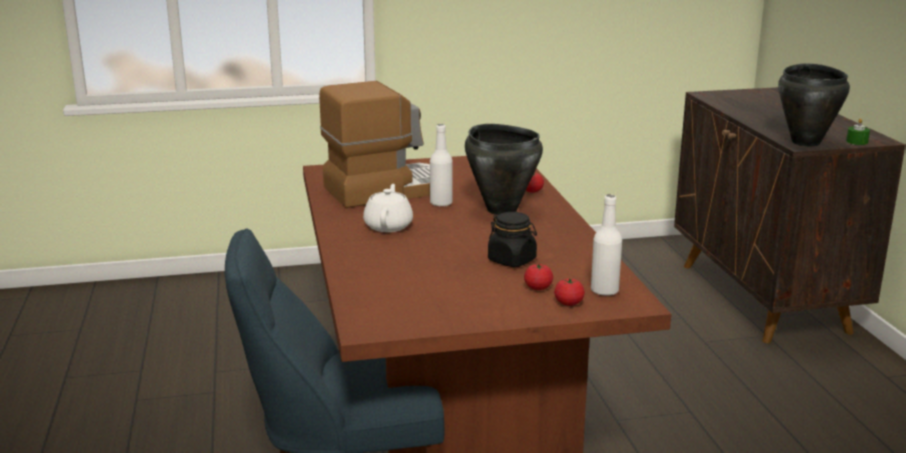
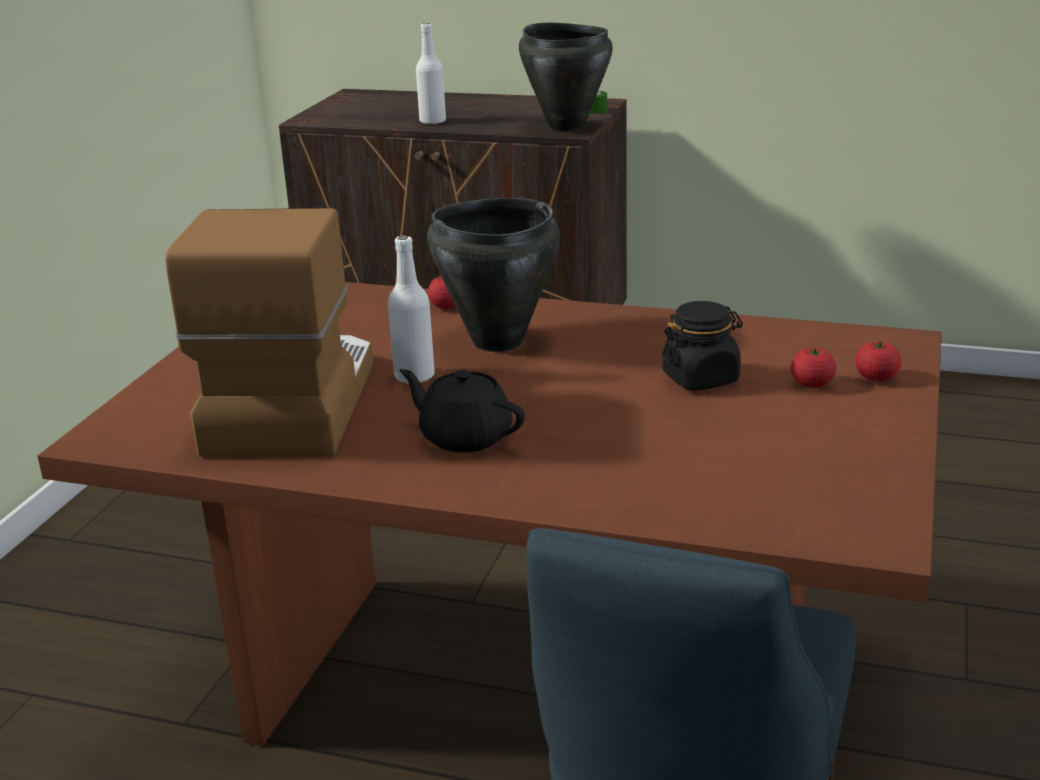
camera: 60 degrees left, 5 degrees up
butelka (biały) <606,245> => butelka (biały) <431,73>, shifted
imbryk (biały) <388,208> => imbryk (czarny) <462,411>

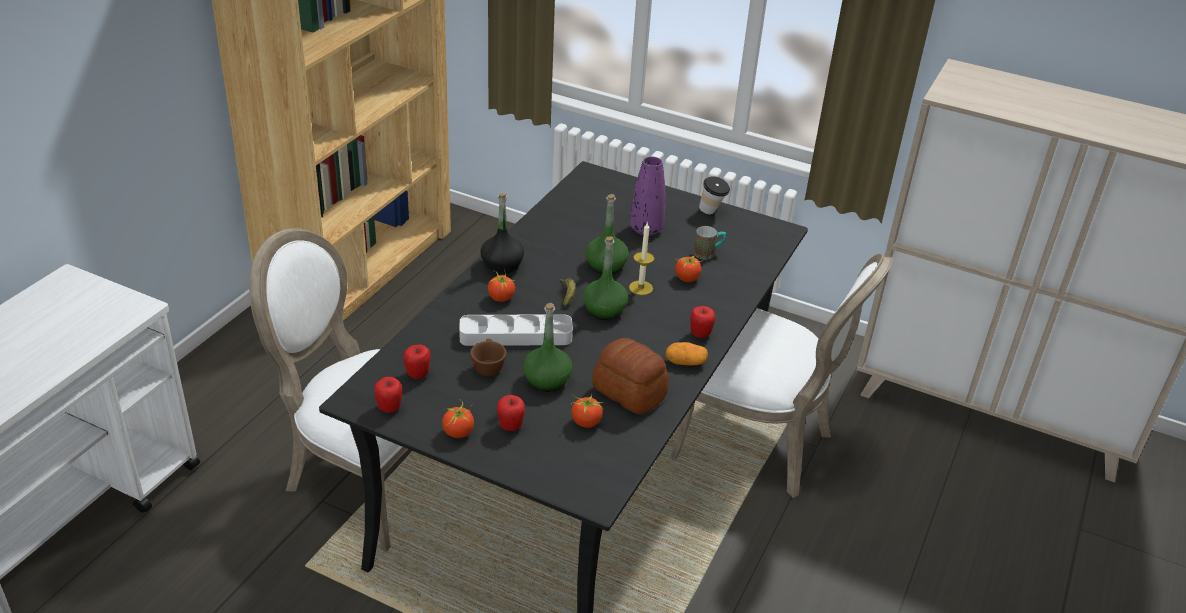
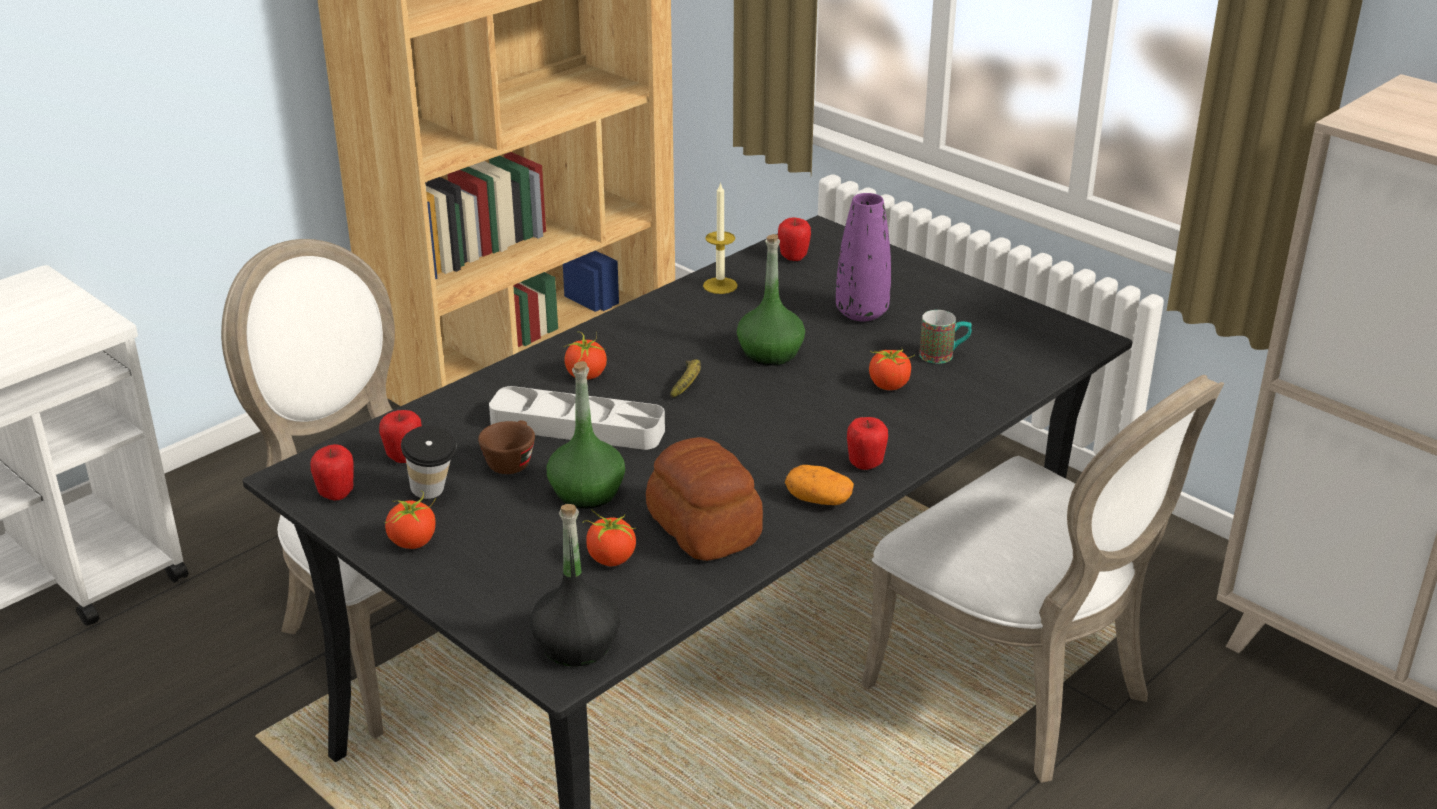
camera: 20 degrees right, 5 degrees down
butelka (zielony) <605,278> => nothing
butelka (czarny) <502,233> => butelka (czarny) <575,585>, shifted
jabłko <511,413> => jabłko <794,239>, shifted
świeca <641,259> => świeca <720,238>, shifted
filiżanka <714,195> => filiżanka <429,462>, shifted

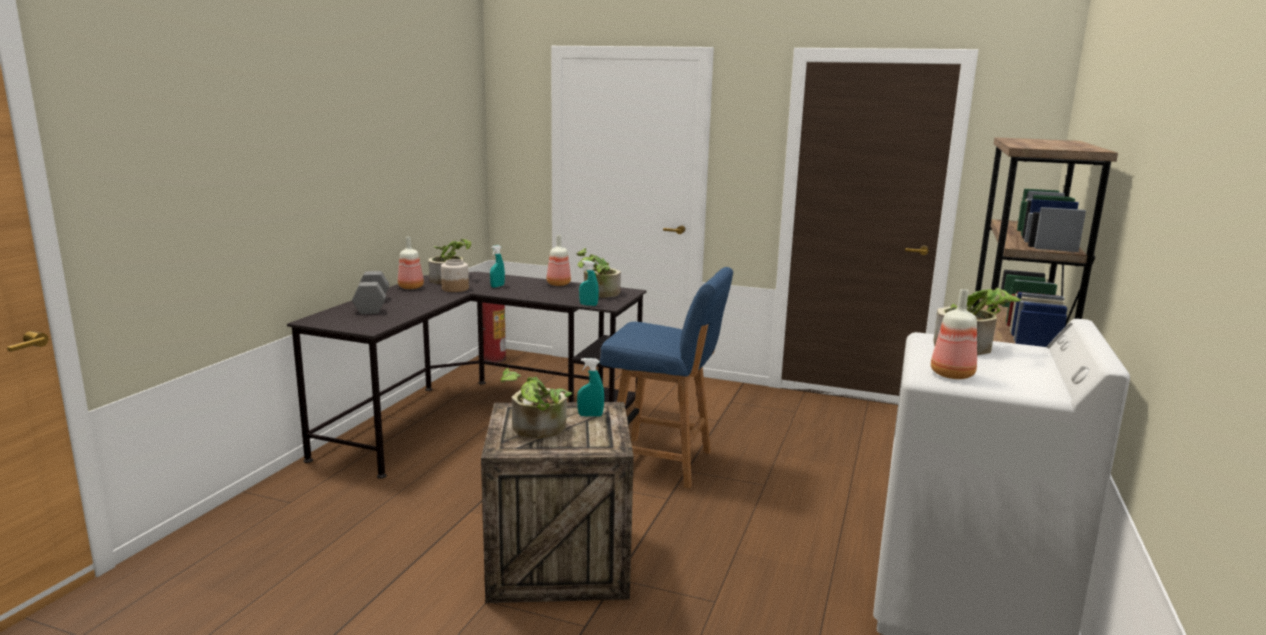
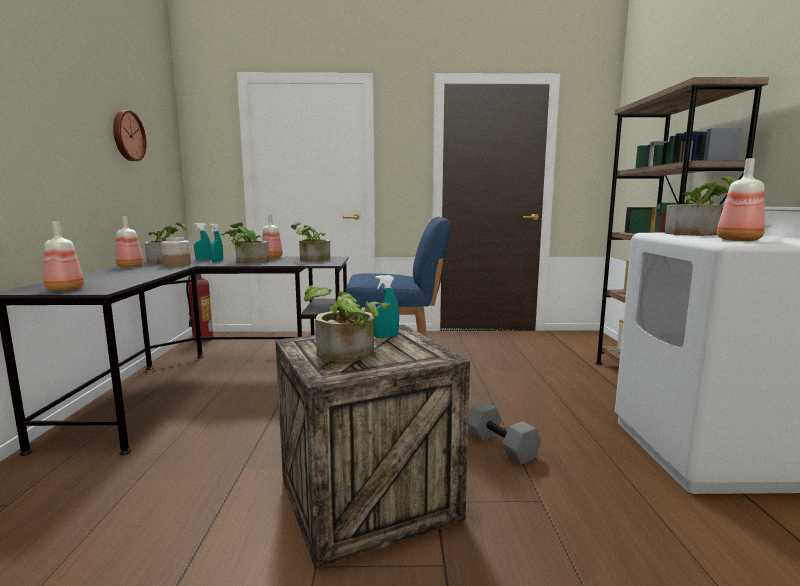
camera: 20 degrees left, 5 degrees down
nothing => butelka <63,256>
nothing => zegar ścienny <130,135>
nothing => roślina doniczkowa <244,243>
hantel (szary) <371,292> => hantel (szary) <504,433>, shifted
spryskiwacz (turkusowy) <589,283> => spryskiwacz (turkusowy) <202,241>, shifted

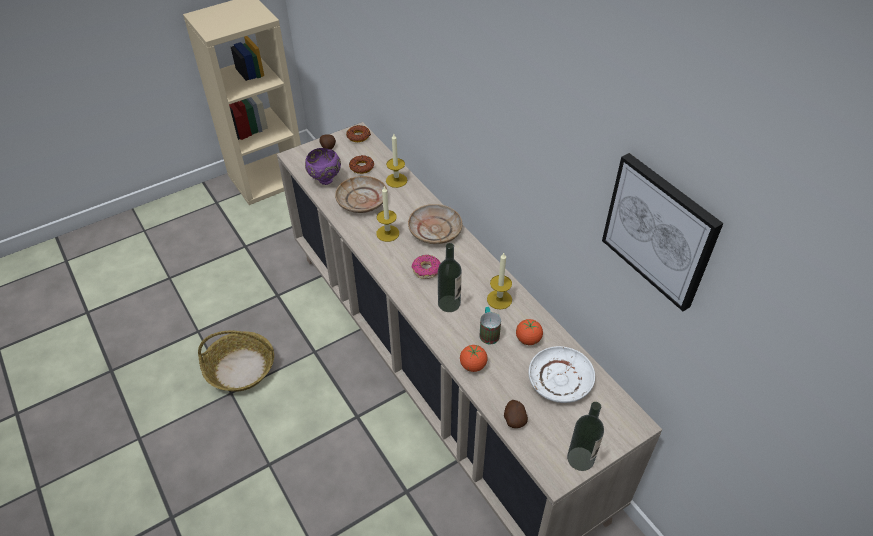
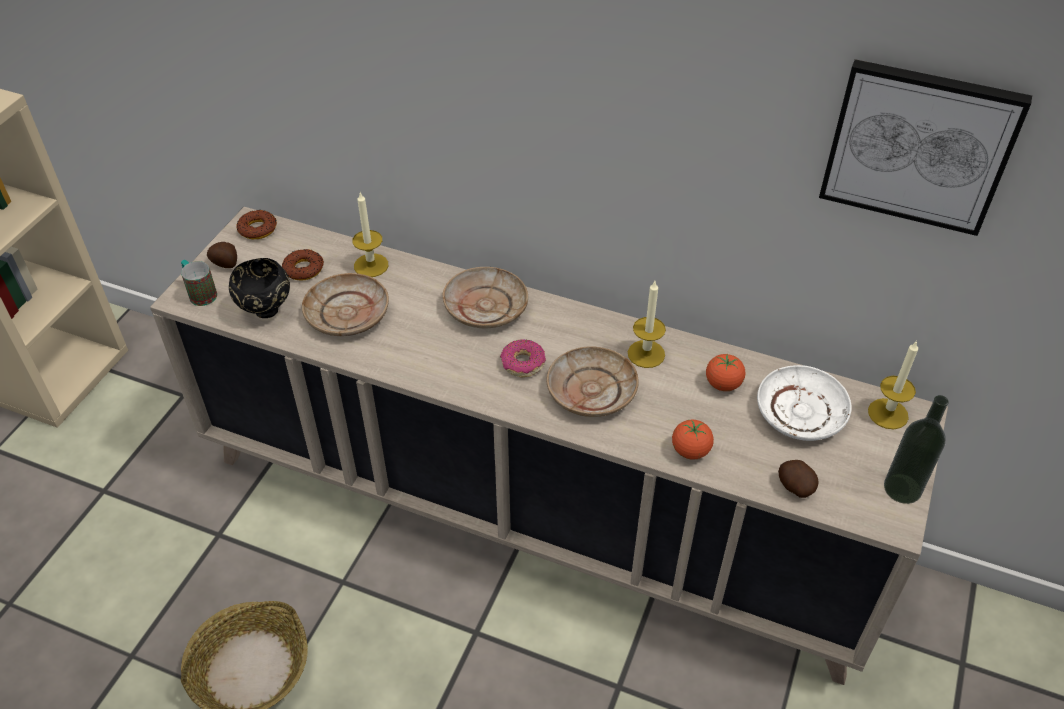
camera: 35 degrees left, 0 degrees up
świeca <387,214> => świeca <893,385>, shifted
kubek <490,325> => kubek <199,283>, shifted
butelka <450,277> => talerz (beżowy) <593,381>
miska (fioletowy) <323,166> => miska (czarny) <259,288>

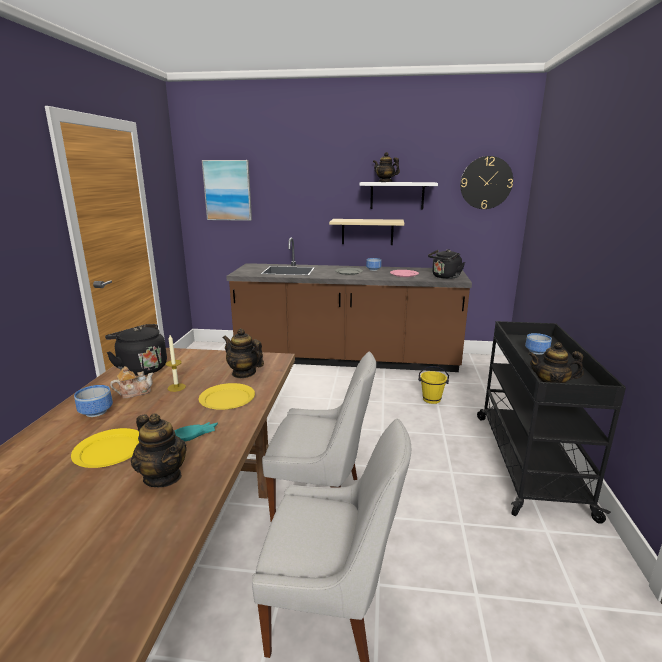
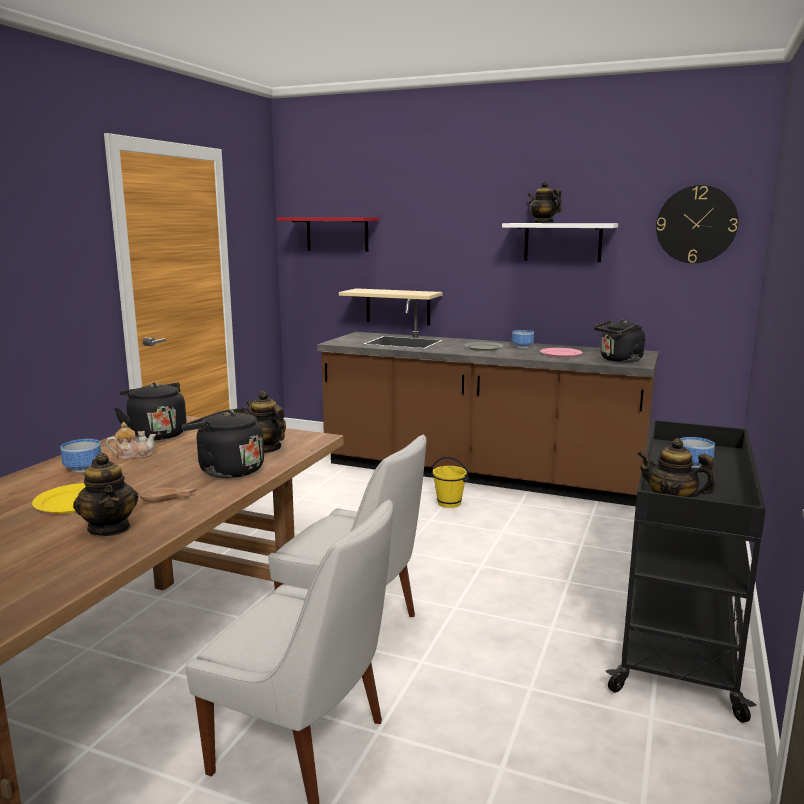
camera: 15 degrees right, 5 degrees down
świeca <176,363> => nothing
półka (beżowy) <366,232> => półka (beżowy) <390,307>, shifted
wiadro (żółty) <433,385> => wiadro (żółty) <450,482>, shifted
talerz (żółty) <227,396> => czajnik (czarny) <223,443>
obraz <227,190> => półka (czerwony) <328,234>
miska (turkusowy) <196,431> => miska (brązowy) <168,495>

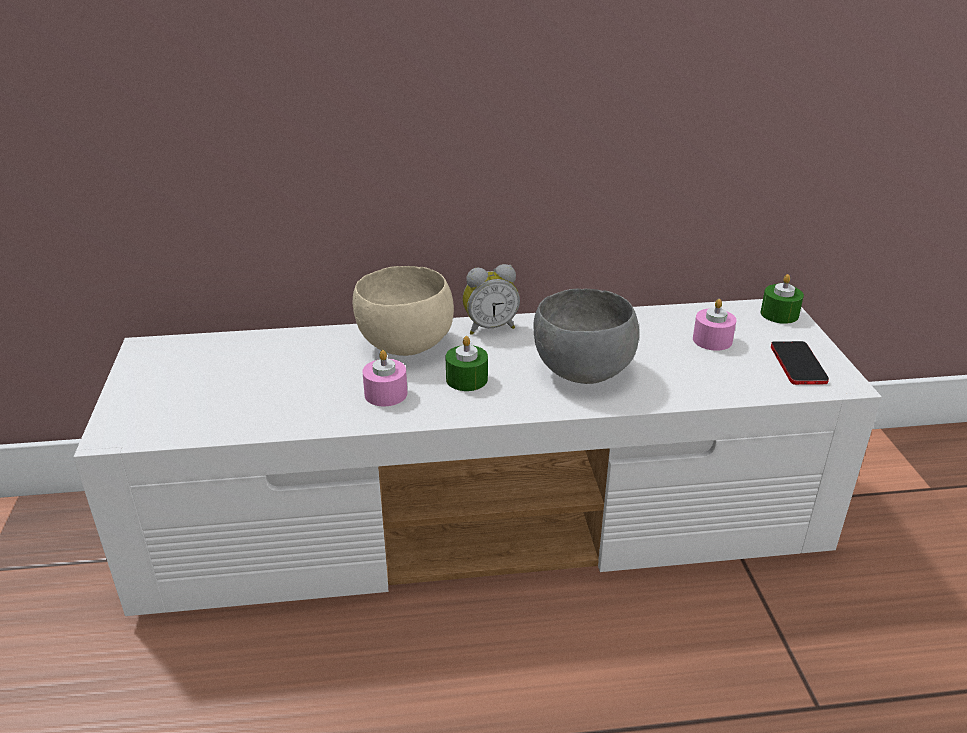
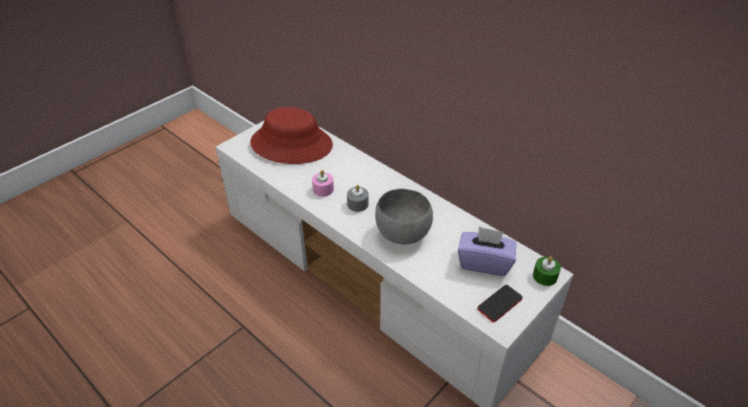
camera: 50 degrees right, 10 degrees up
miska (beżowy) <403,311> => nothing
budzik <491,299> => nothing
nothing => kapelusz (czerwony) <291,135>
świeca (różowy) <714,325> => pudełko chusteczek (fioletowy) <487,251>
świeca (zielony) <466,363> => świeca (szary) <358,198>

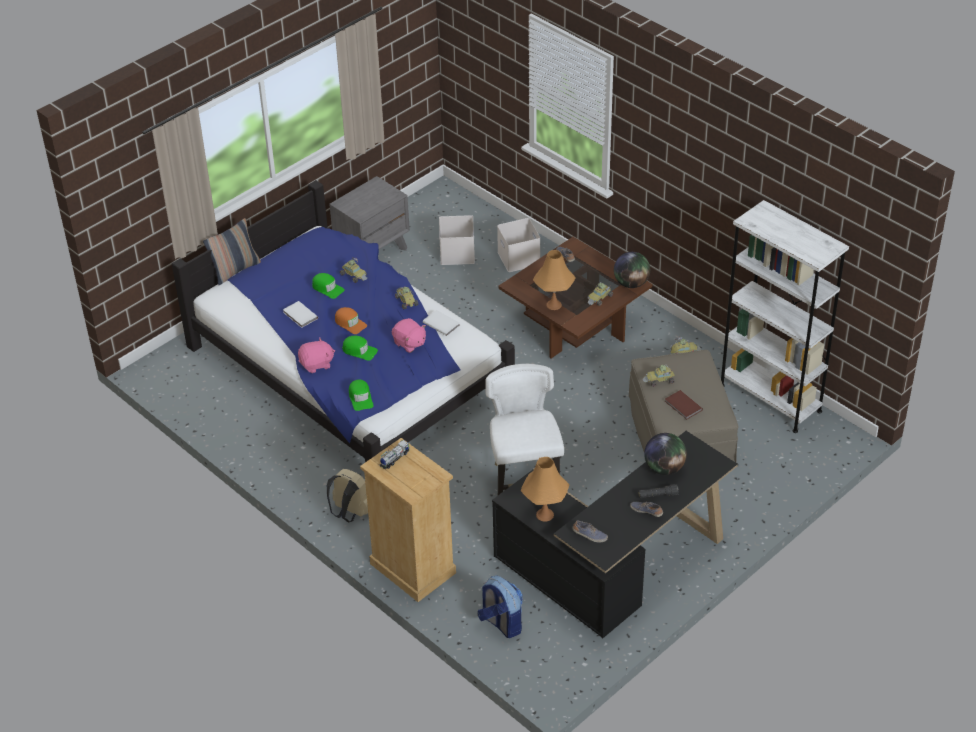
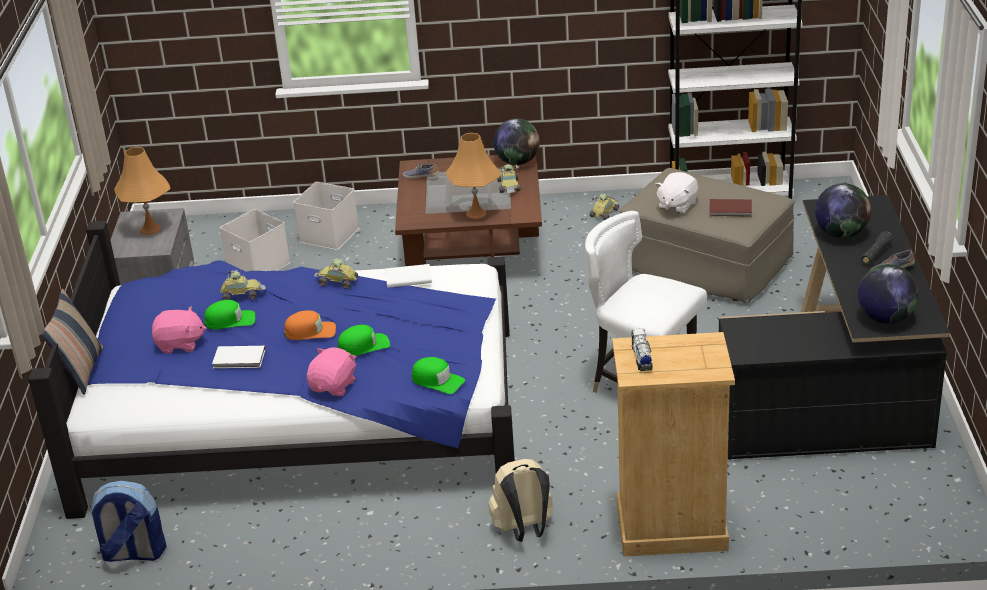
camera: 45 degrees left, 10 degrees down
pluszak (różowy) <409,335> => pluszak (różowy) <179,330>, shifted
plecak <500,606> => plecak <128,521>, shifted
lampa stołowa (pomarańczowy) <545,489> => lampa stołowa (pomarańczowy) <142,191>, shifted
but <590,531> => globus <888,294>
samochodzik <659,376> => pluszak (biały) <676,193>

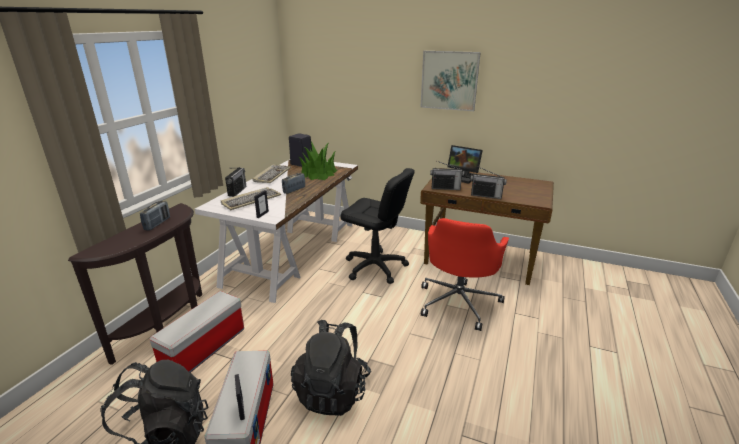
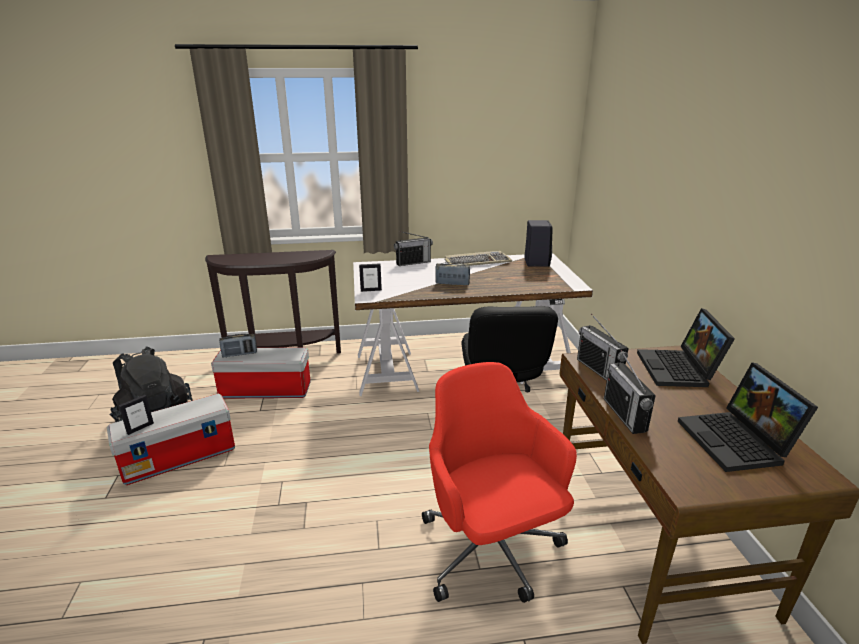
camera: 60 degrees right, 0 degrees up
klawiatura <251,198> => nothing
plecak (czarny) <331,368> => nothing
roślina doniczkowa <318,161> => nothing
obraz <451,81> => nothing
nothing => laptop <748,417>
radio <155,215> => radio <238,345>, shifted
krzesło biurowe (czerwony) <465,274> => krzesło biurowe (czerwony) <499,482>, 75 degrees clockwise

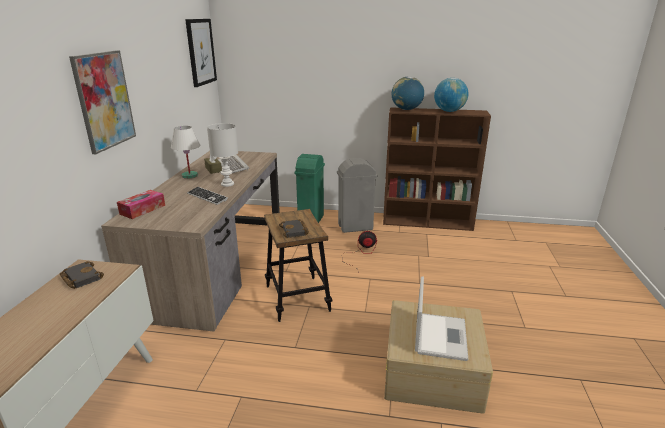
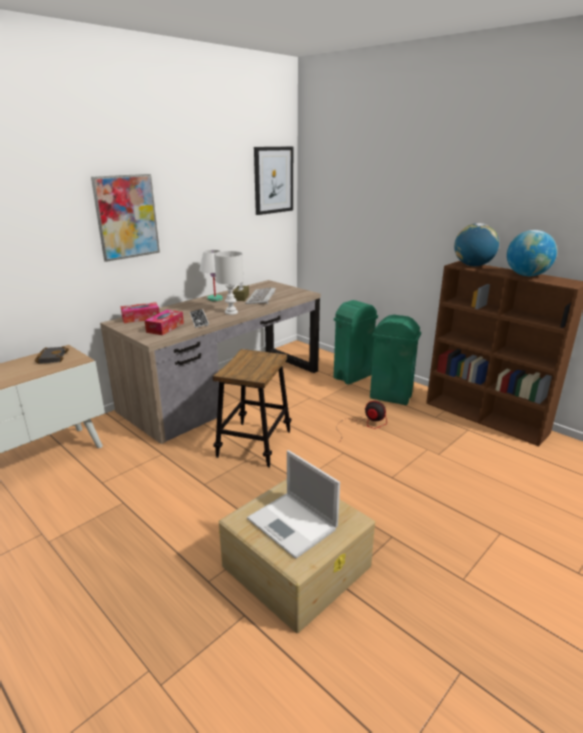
camera: 35 degrees right, 0 degrees up
książka (czarny) <294,228> => nothing
nothing => pudełko chusteczek <164,322>
kosz na śmieci (szary) <357,195> => kosz na śmieci (zielony) <395,360>
laptop <441,319> => laptop <293,504>, 90 degrees clockwise

